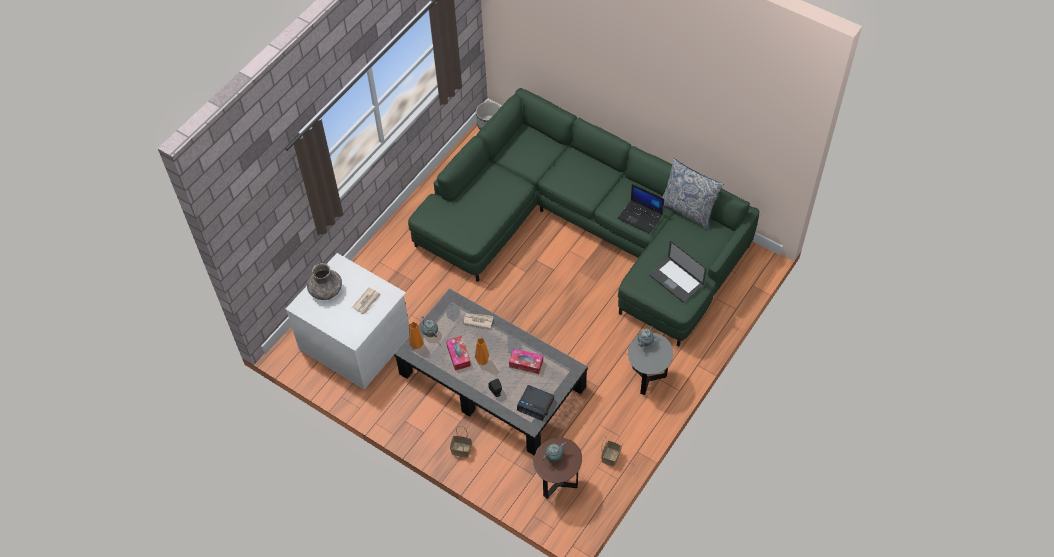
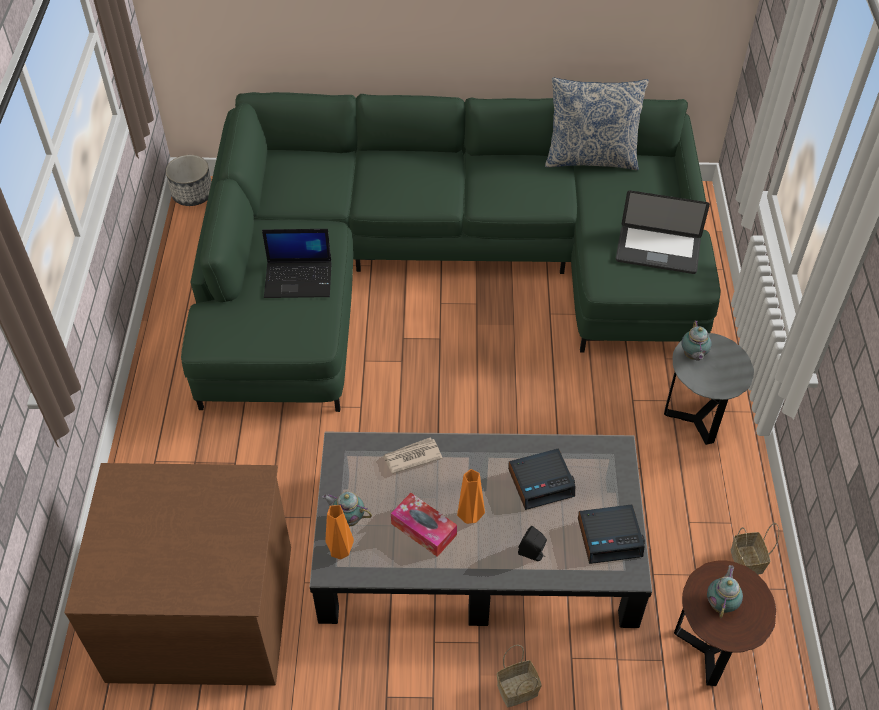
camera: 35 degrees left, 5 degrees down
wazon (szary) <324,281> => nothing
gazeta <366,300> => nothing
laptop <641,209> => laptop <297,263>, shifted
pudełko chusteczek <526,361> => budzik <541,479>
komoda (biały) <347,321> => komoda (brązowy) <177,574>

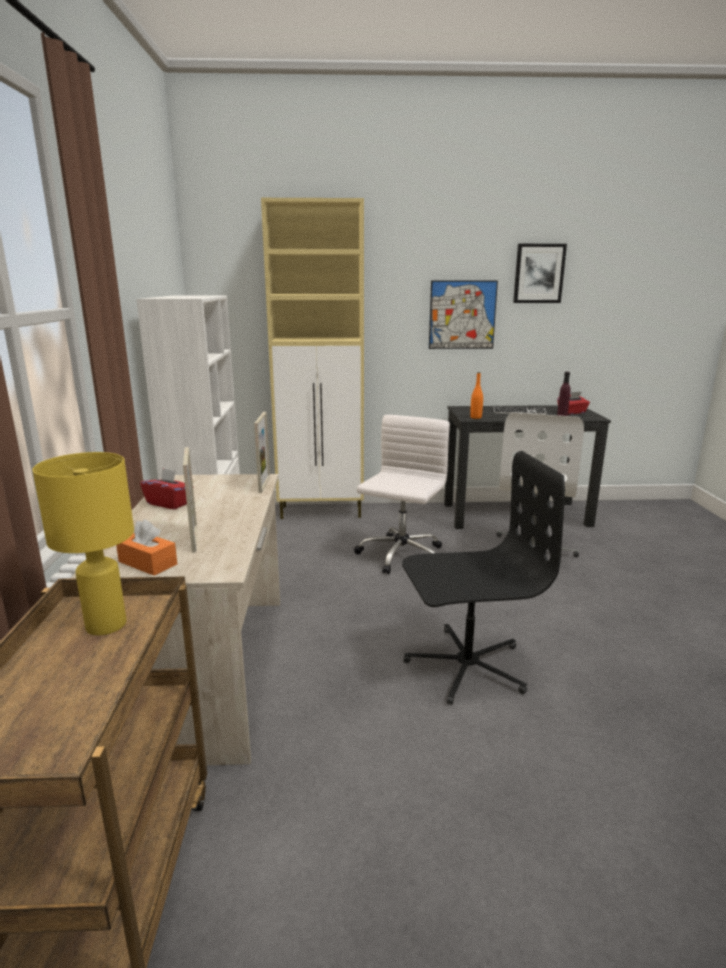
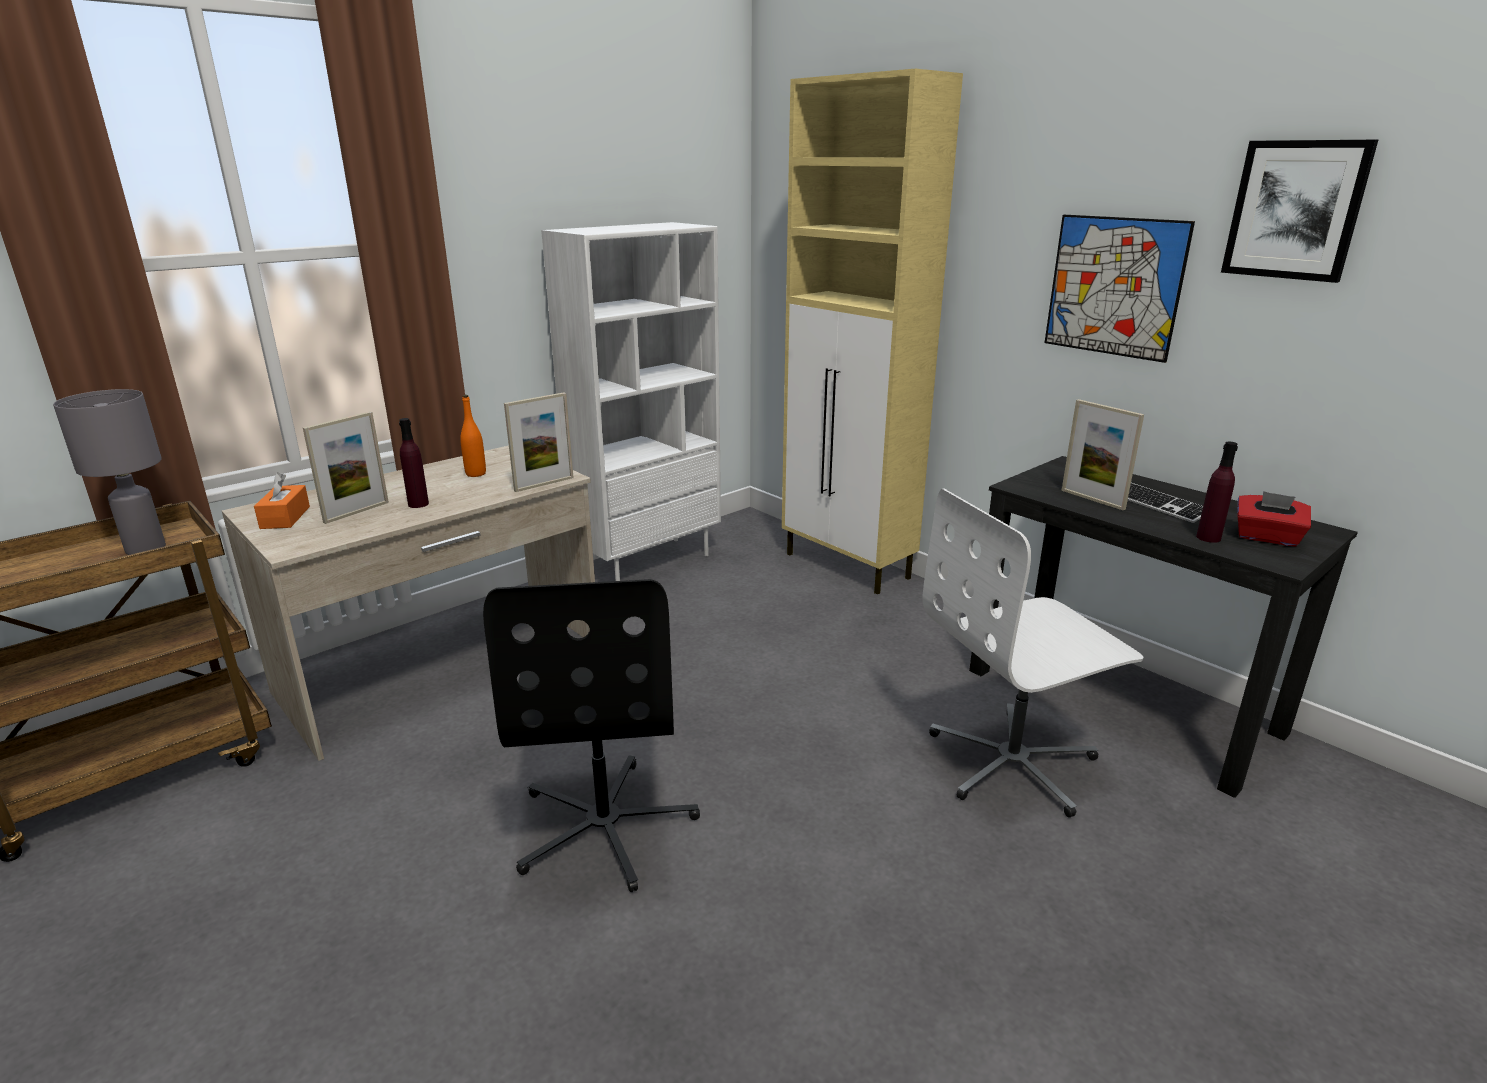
camera: 50 degrees right, 5 degrees up
pudełko chusteczek (czerwony) <163,488> => nothing
krzesło biurowe (biały) <402,494> => nothing
nothing => butelka (fioletowy) <414,463>
nothing => ramka na zdjęcie <1103,454>
butelka (pomarańczowy) <476,395> => butelka (pomarańczowy) <473,436>, shifted
lampa stołowa (żółty) <83,543> => lampa stołowa (szary) <109,472>
krzesło biurowe (czarny) <483,578> => krzesło biurowe (czarny) <591,735>, 45 degrees clockwise

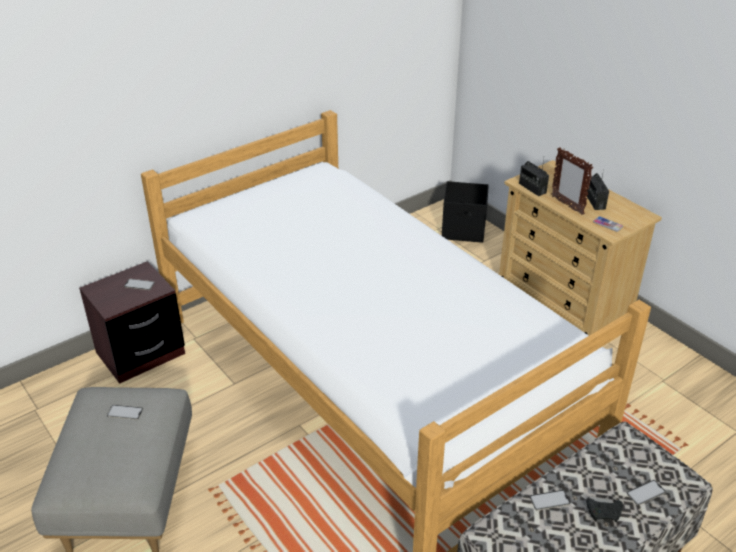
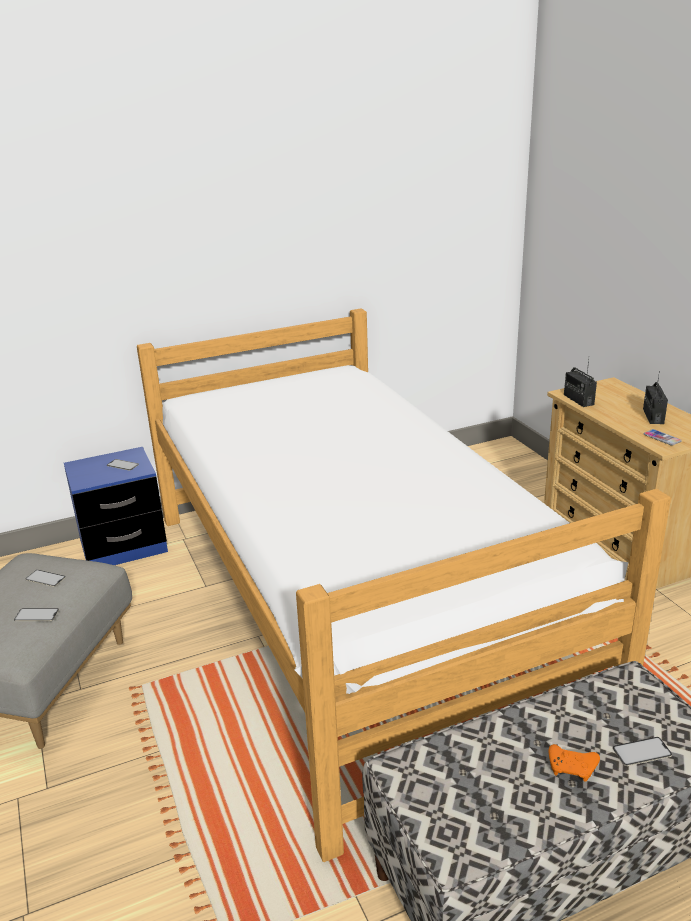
camera: 15 degrees right, 10 degrees down
pojemnik do przechowywania (czarny) <465,212> => nothing
ramka na zdjęcie <572,181> => nothing
telefon <550,500> => telefon <36,614>, shifted
szafka nocna (brązowy) <132,322> => szafka nocna (niebieski) <116,506>
pad do gier (czarny) <604,510> => pad do gier (pomarańczowy) <574,763>

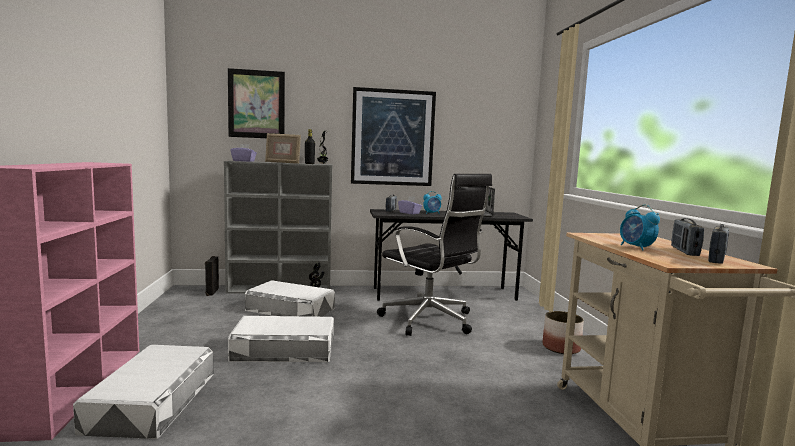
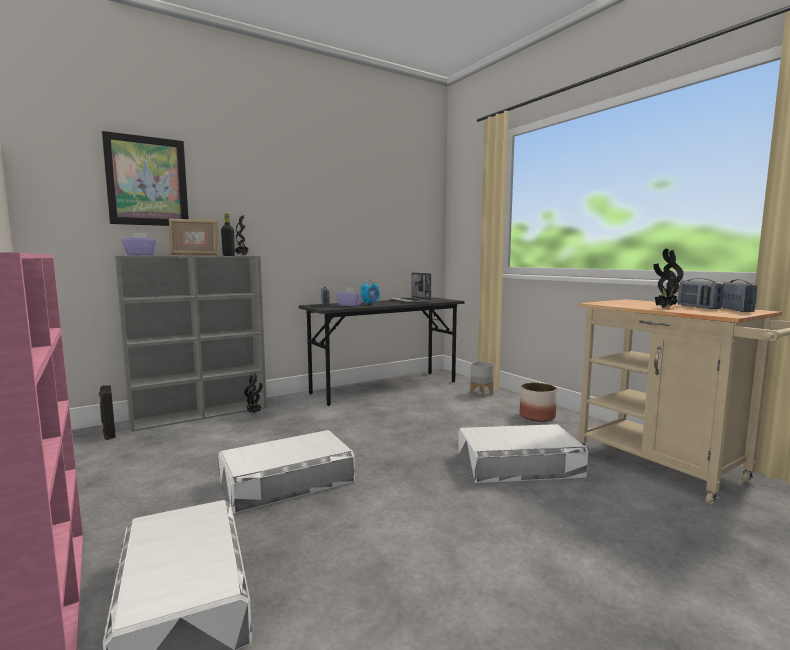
camera: 25 degrees left, 0 degrees up
obraz <393,136> => nothing
krzesło biurowe (czarny) <434,255> => nothing
nothing => donica (szary) <482,379>
pojemnik do przechowywania (biały) <290,298> => pojemnik do przechowywania (biały) <523,453>, shifted
budzik <640,227> => roślina doniczkowa <668,278>

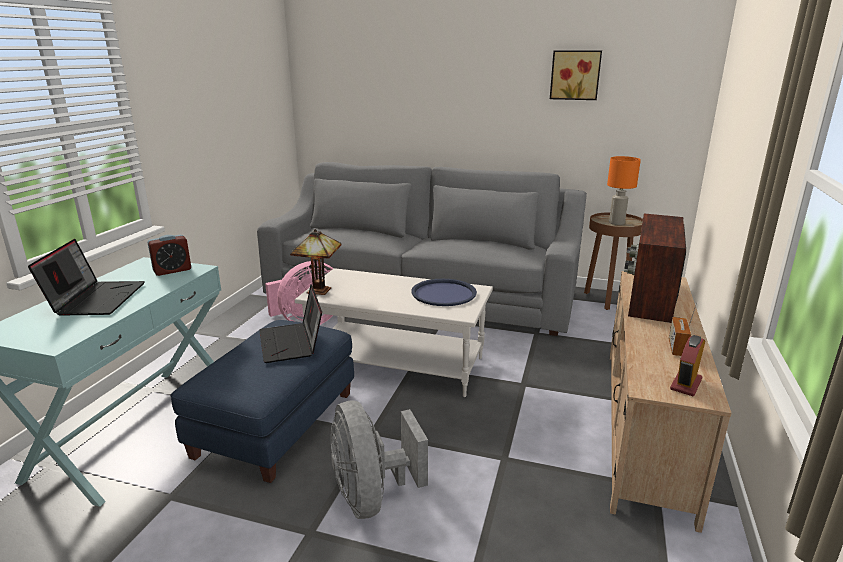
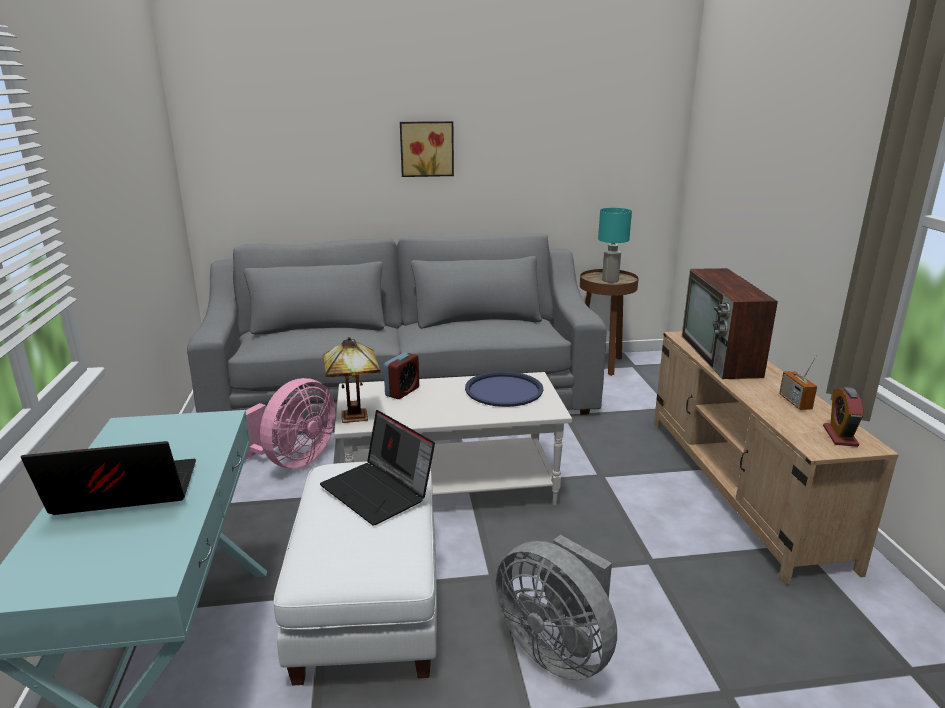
camera: 25 degrees left, 0 degrees up
budzik <169,255> => budzik <401,375>, shifted
obraz <576,75> => obraz <427,149>, shifted
pufa (niebieski) <262,401> => pufa (biały) <355,574>
lampa stołowa (pomarańczowy) <624,190> => lampa stołowa (turkusowy) <615,245>
laptop <86,277> => laptop <108,478>, 75 degrees counterclockwise

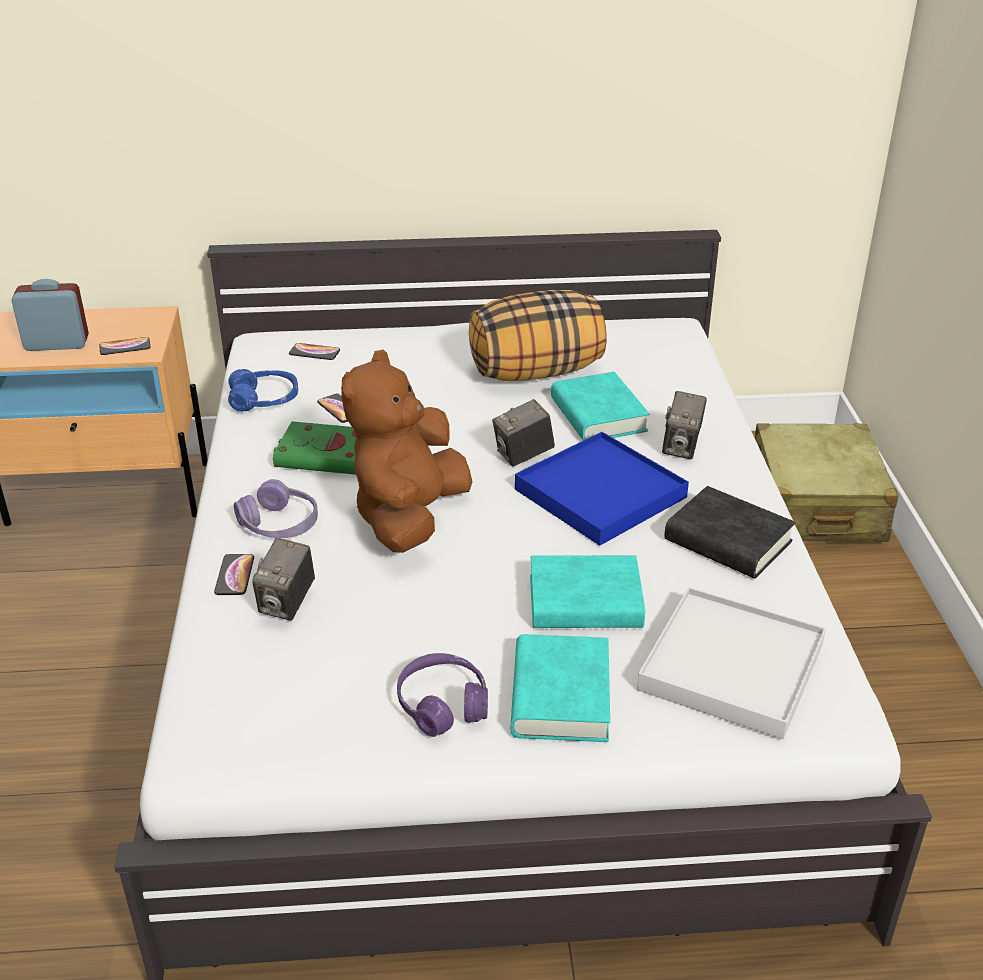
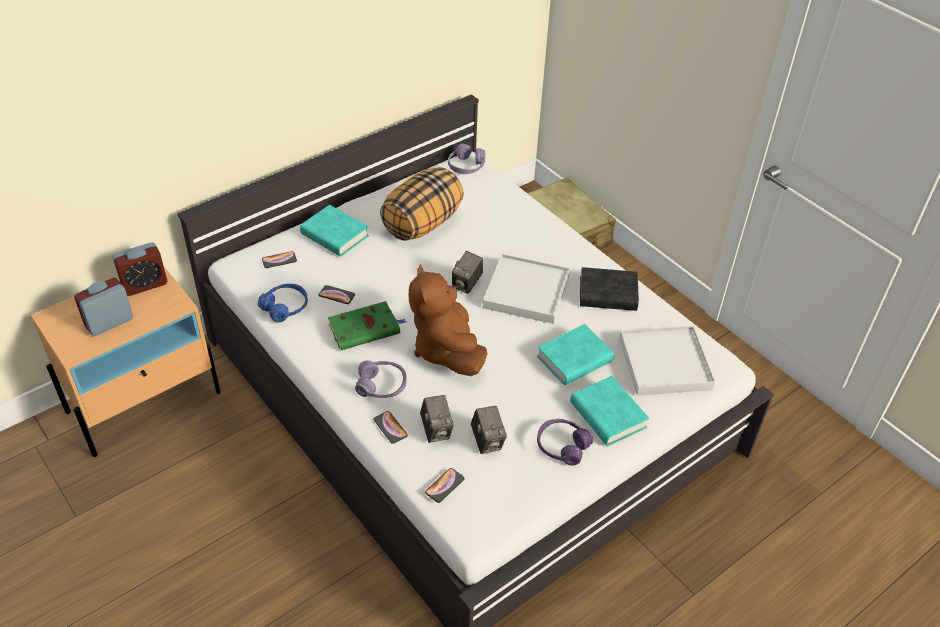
camera: 35 degrees left, 10 degrees up
nothing => budzik <139,269>
nothing => słuchawki (fioletowy) <466,159>
telefon <124,346> => telefon <445,485>, shifted
książka (turkusowy) <600,406> => książka (turkusowy) <334,230>, shifted
aparat fotograficzny <684,425> => aparat fotograficzny <489,430>, shifted
taca (niebieski) <602,489> => taca (biały) <526,289>

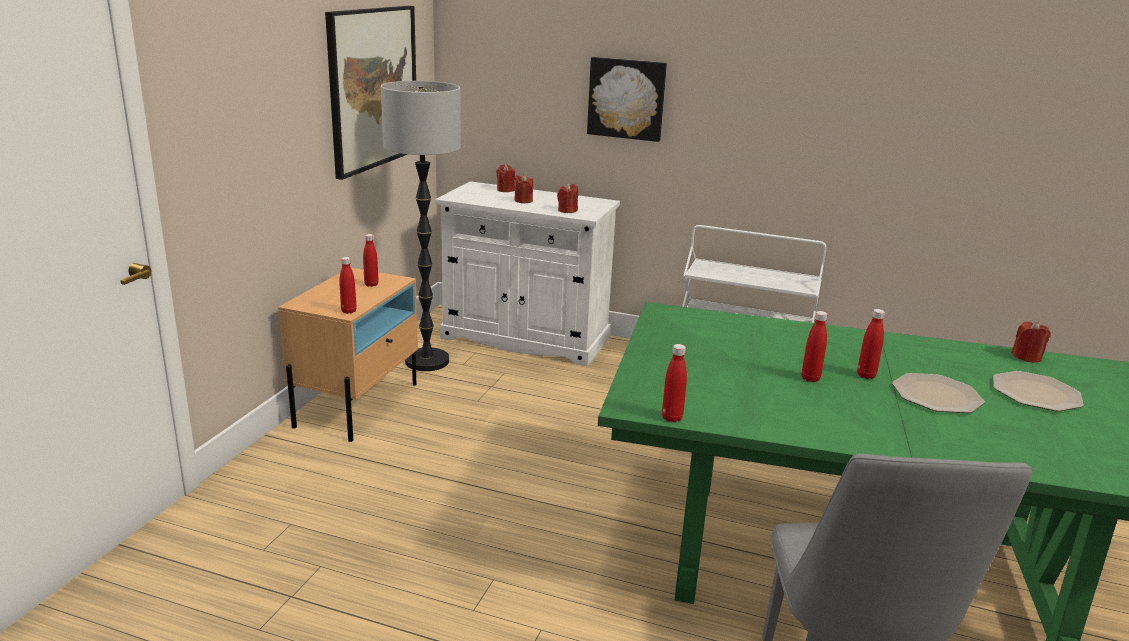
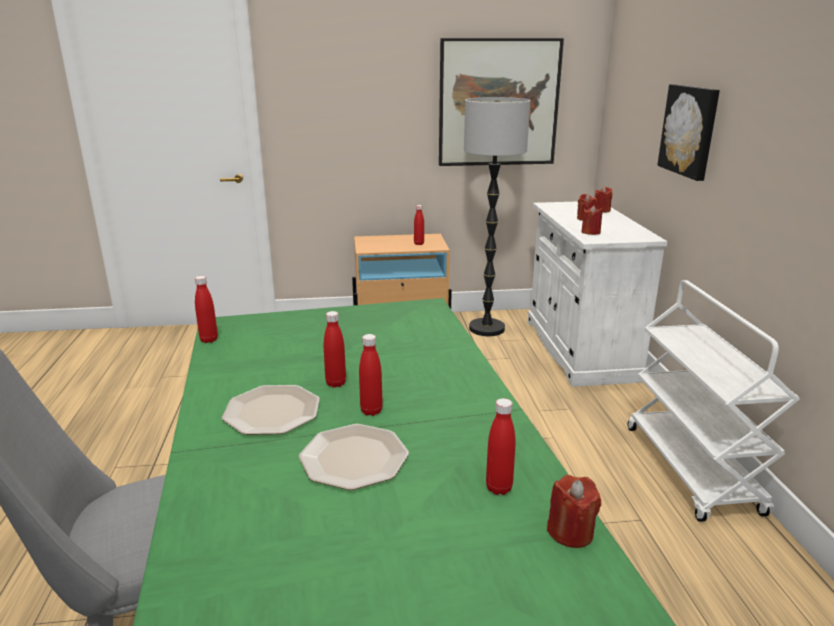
camera: 65 degrees right, 0 degrees up
butelka (czerwony) <347,285> => butelka (czerwony) <500,446>, shifted
talerz <1038,391> => talerz <271,410>, shifted

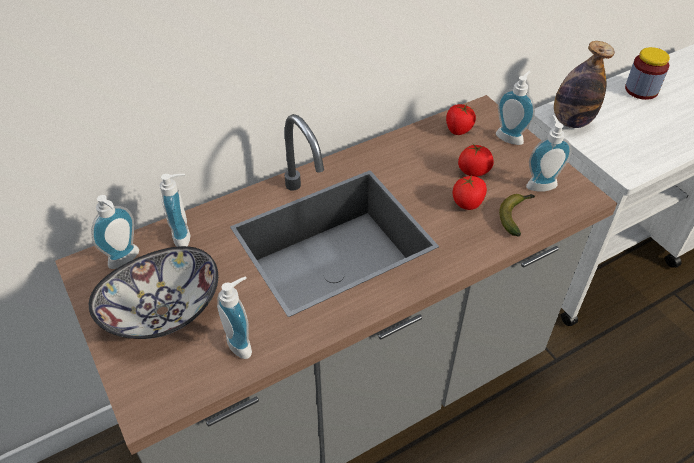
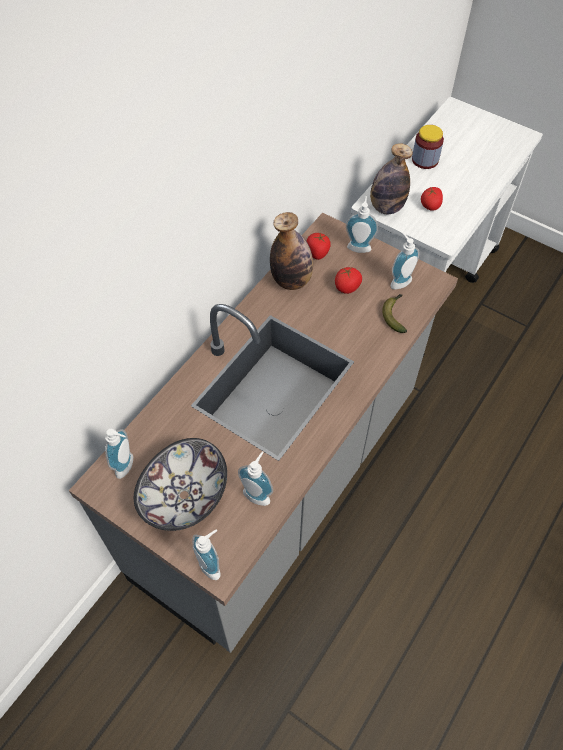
camera: 25 degrees left, 10 degrees up
nothing => butelka <291,251>
dozownik mydła <175,210> => dozownik mydła <206,554>, shifted
pomidor <470,192> => pomidor <432,199>, shifted

